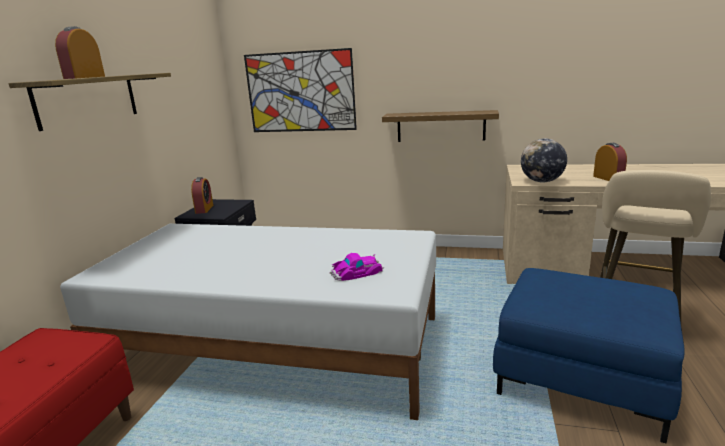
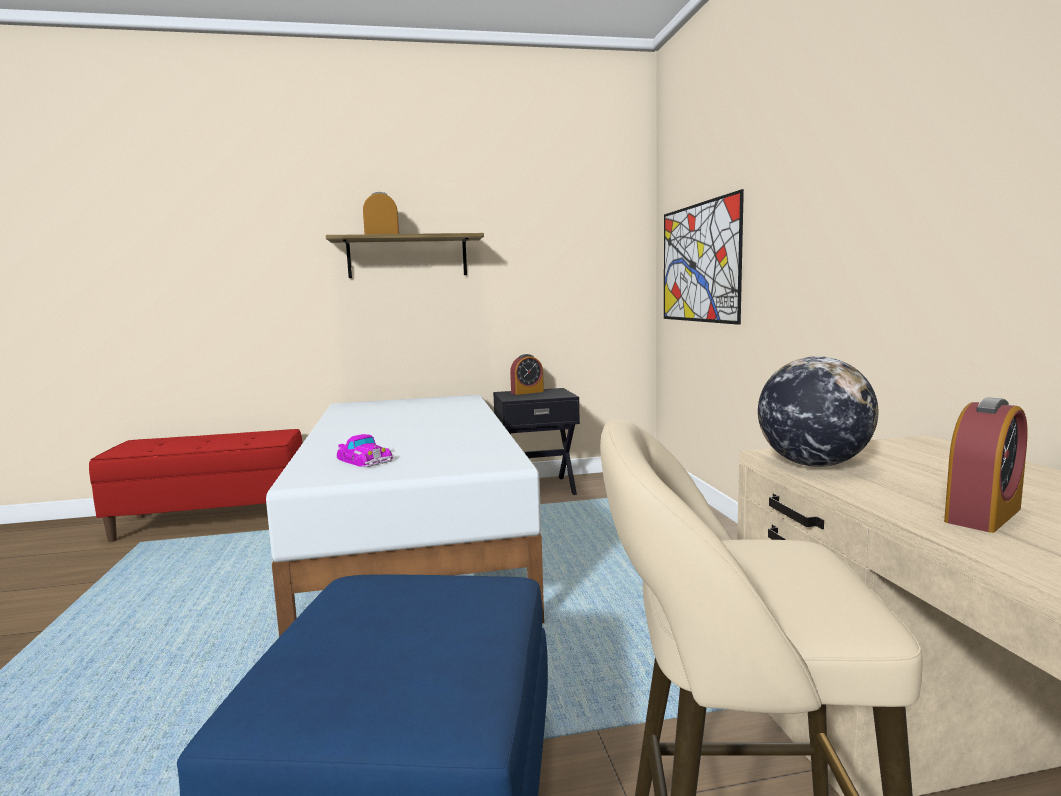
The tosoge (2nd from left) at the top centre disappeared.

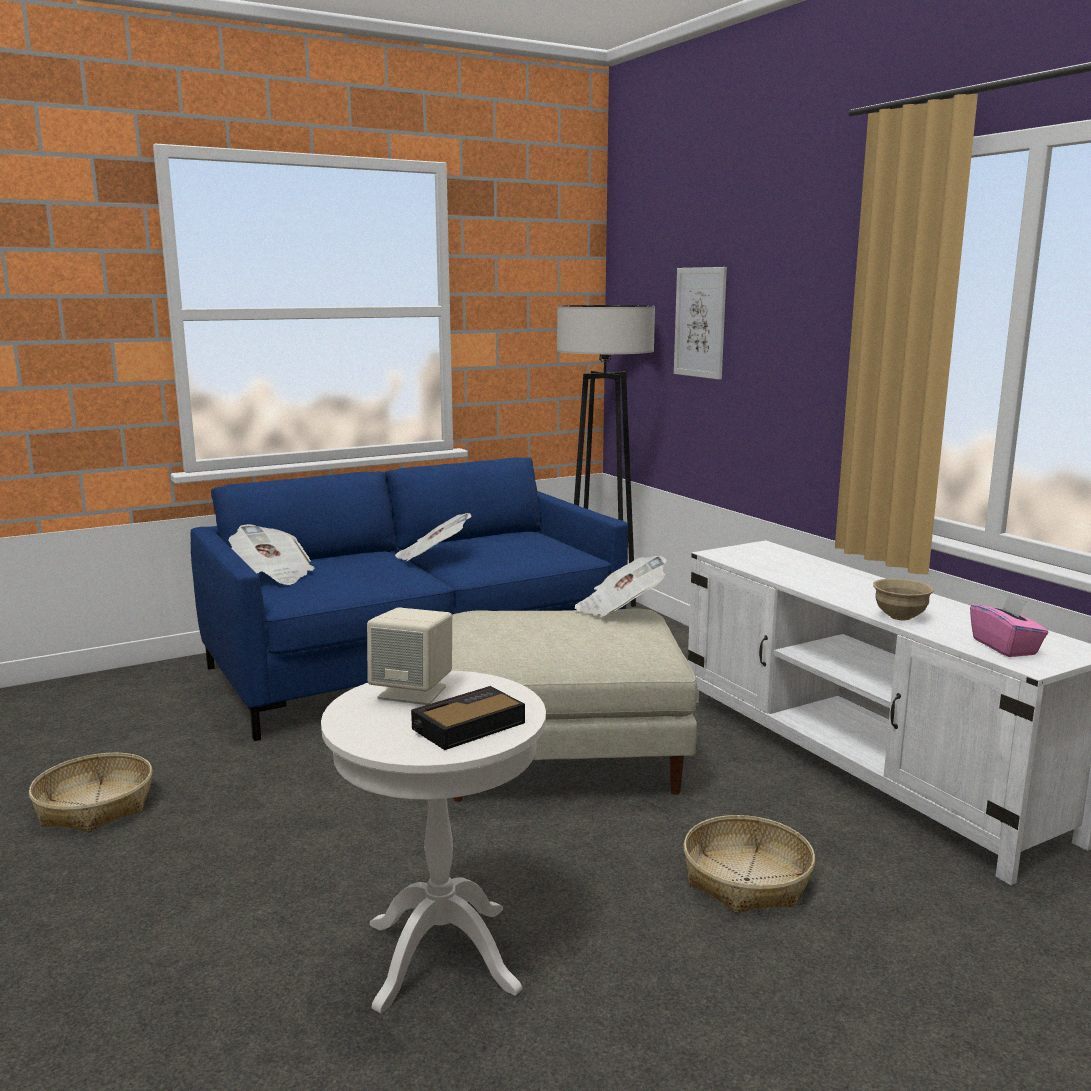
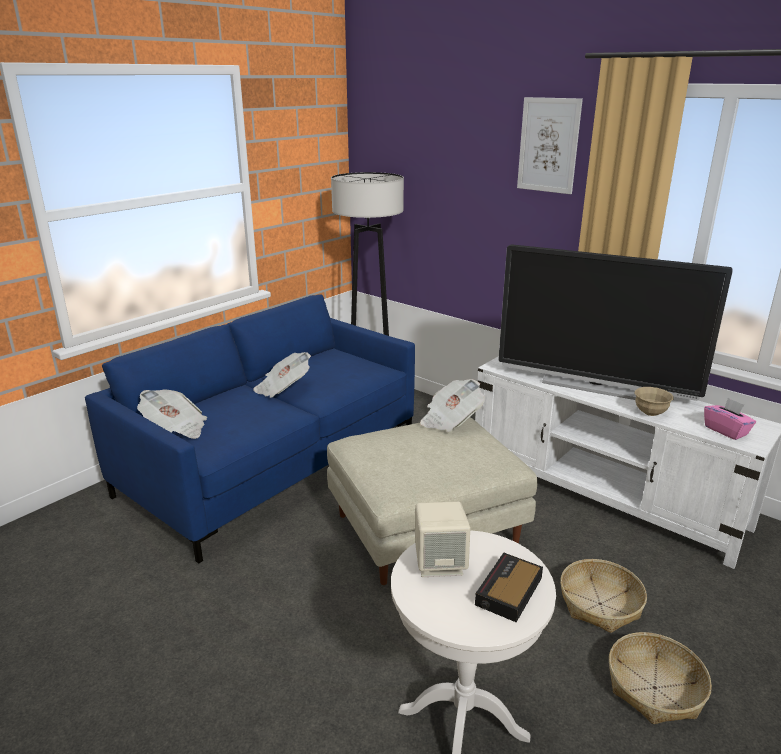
The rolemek (1st from left in the first image) moved from the bottom left to the bottom right. The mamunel moved from the top centre to the top right. The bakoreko at the middle right appeared.

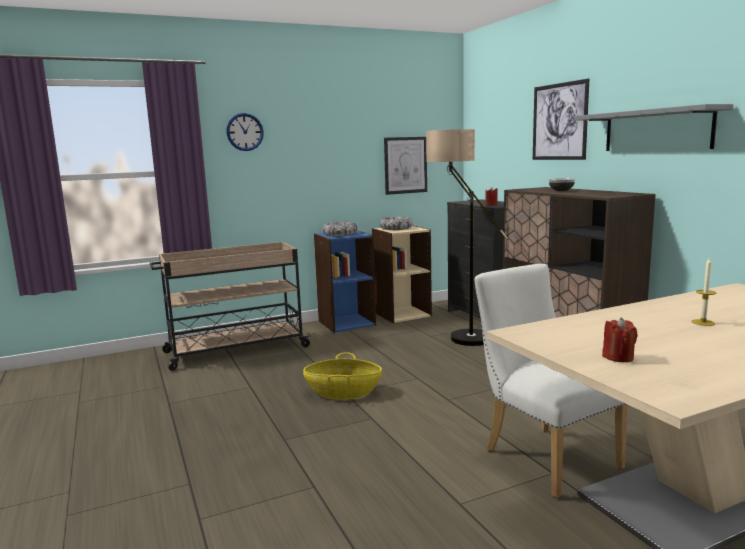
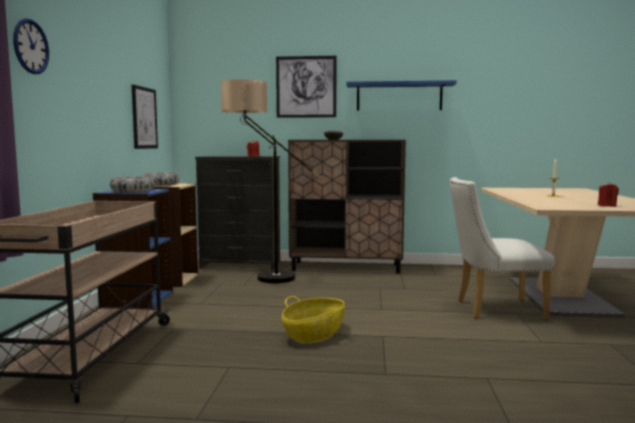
The grey tosoge at the top right became the blue tosoge at the top centre.

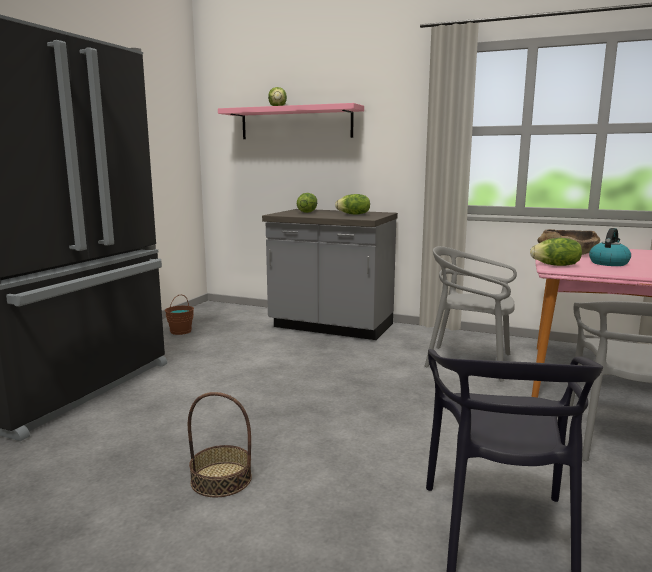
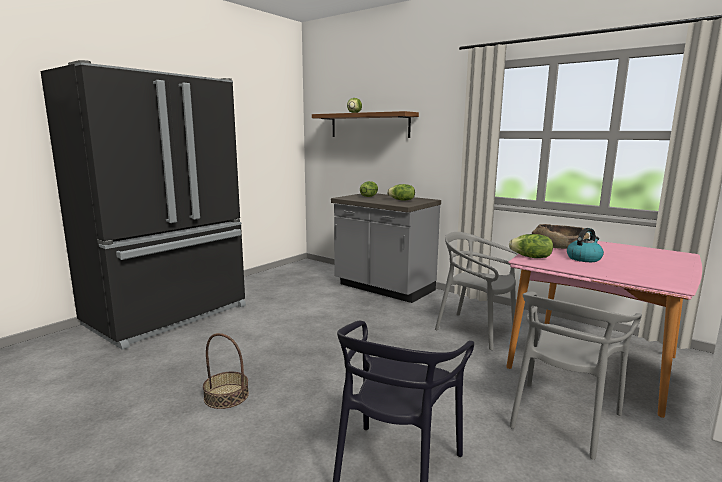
The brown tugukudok at the middle left disappeared. The pink tosoge at the top centre became the brown tosoge at the top centre.

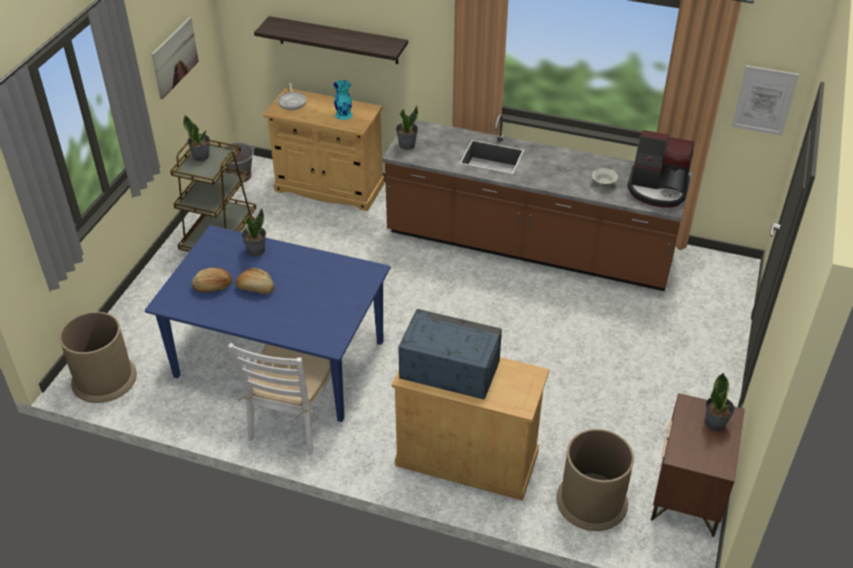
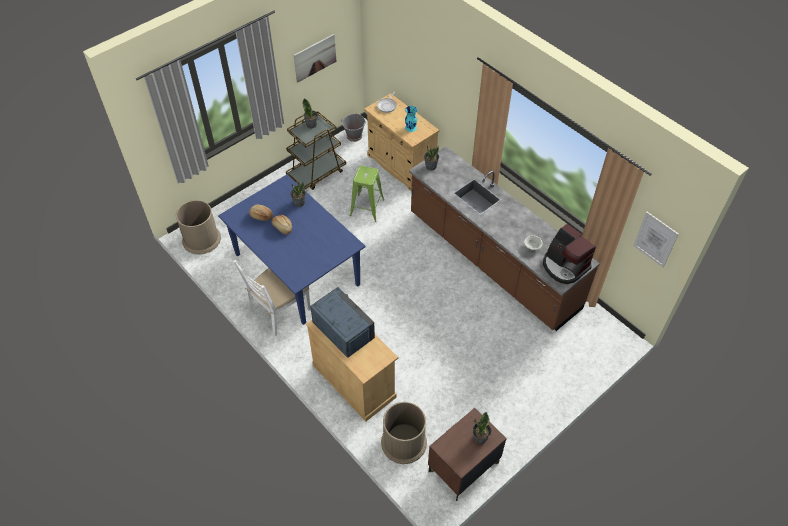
The tosoge at the top centre disappeared. The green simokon at the centre appeared.

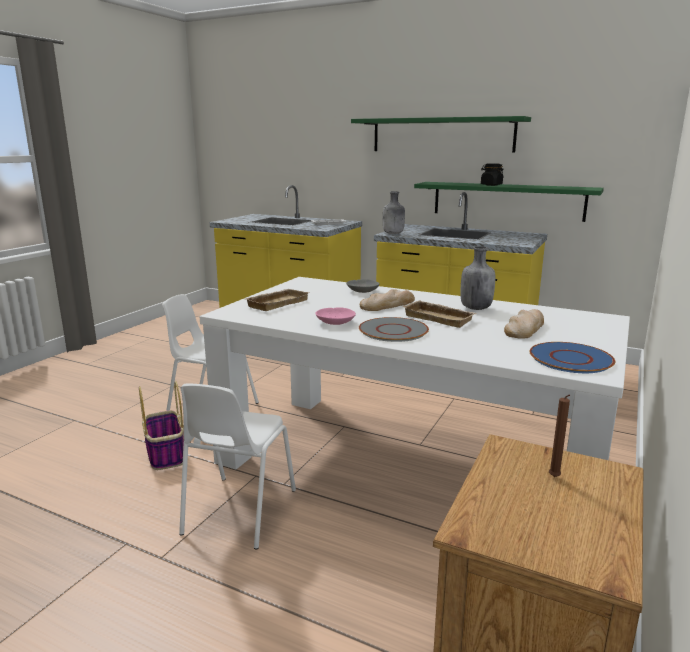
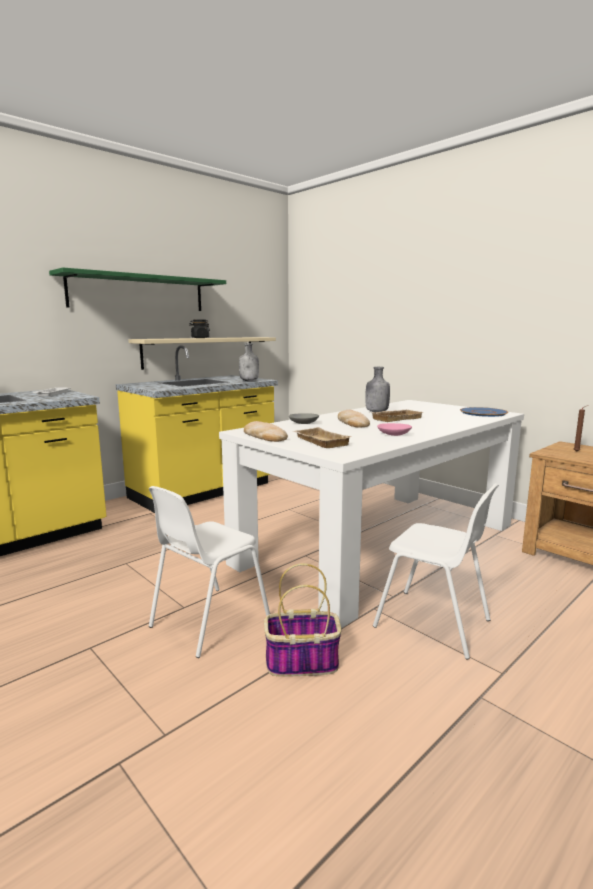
The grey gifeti at the centre disappeared. The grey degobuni (1st from left) moved from the top centre to the centre. The green tosoge (2nd from left) at the top right became the beige tosoge at the centre. The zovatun (2nd from left in the first image) moved from the middle right to the centre.

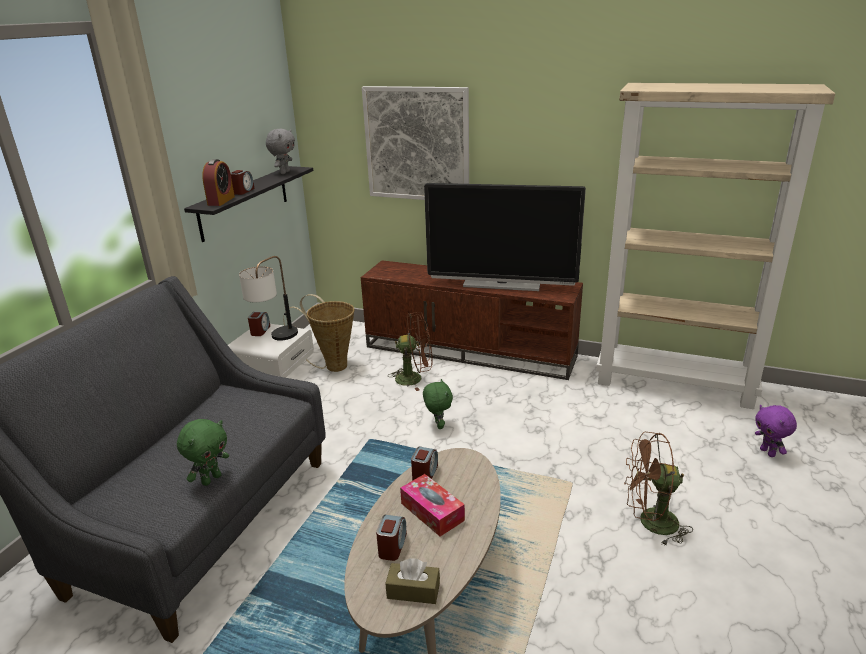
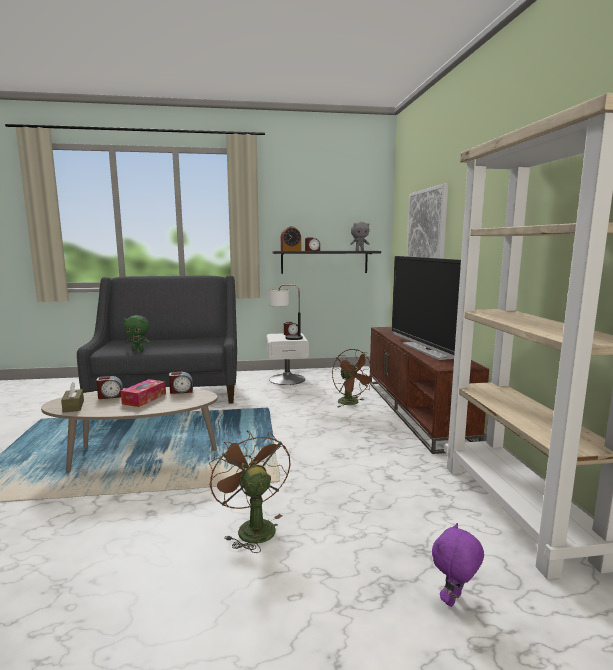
The rolemek at the centre disappeared. The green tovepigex (2nd from left) at the centre disappeared.

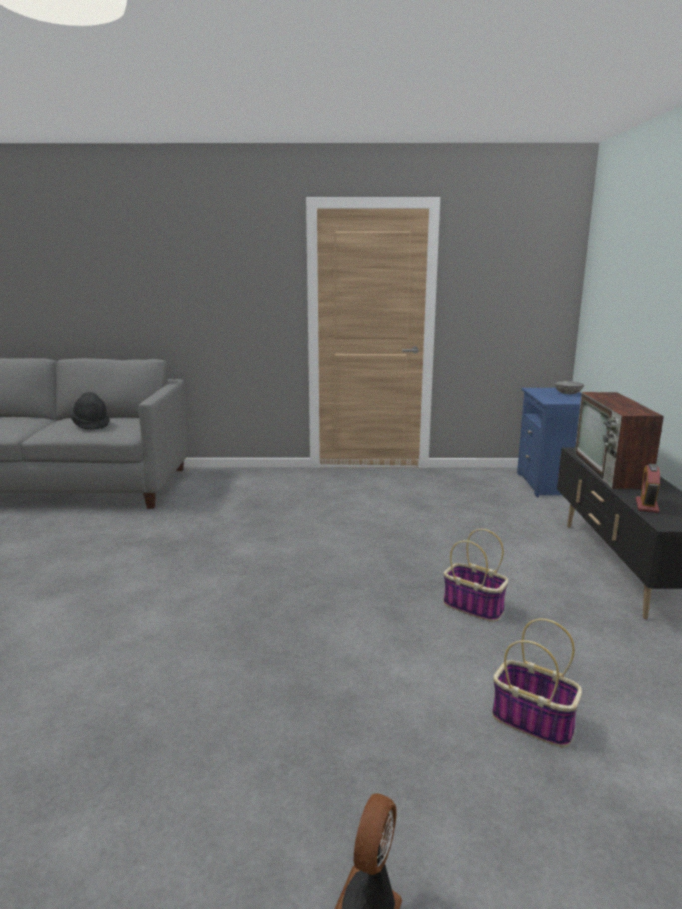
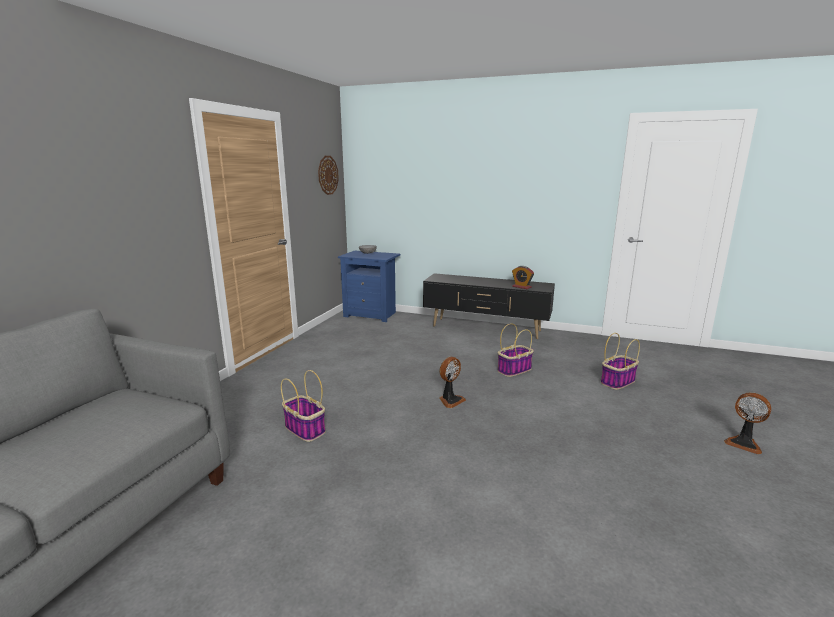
The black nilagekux at the middle left disappeared. The bakoreko at the middle right disappeared. The rolemek (1st from left) at the centre appeared. The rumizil at the top centre appeared. The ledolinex (1st from left) at the centre appeared.

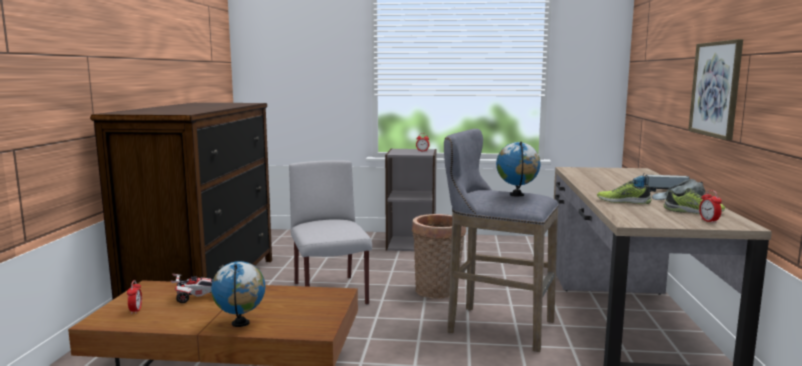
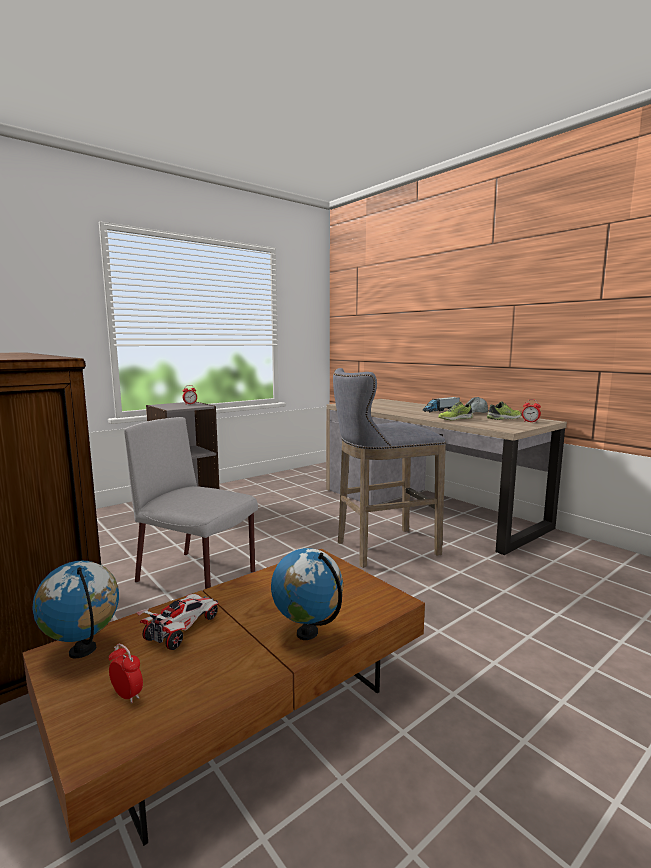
The rolemek at the bottom centre disappeared. The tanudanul (2nd from left in the first image) moved from the centre to the bottom left. The mamunel at the top right disappeared.

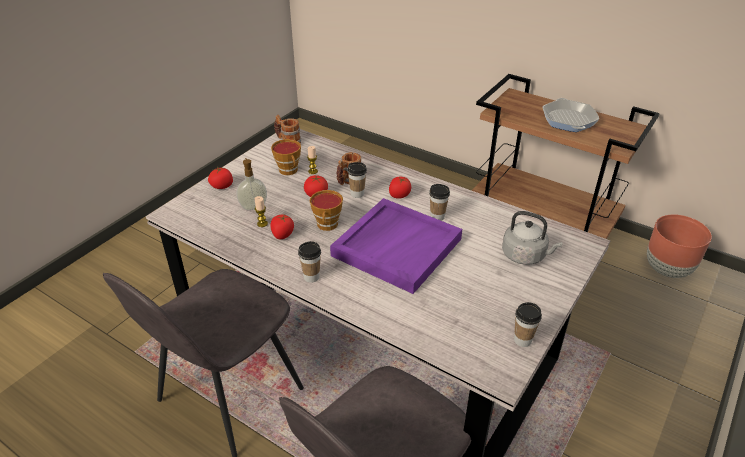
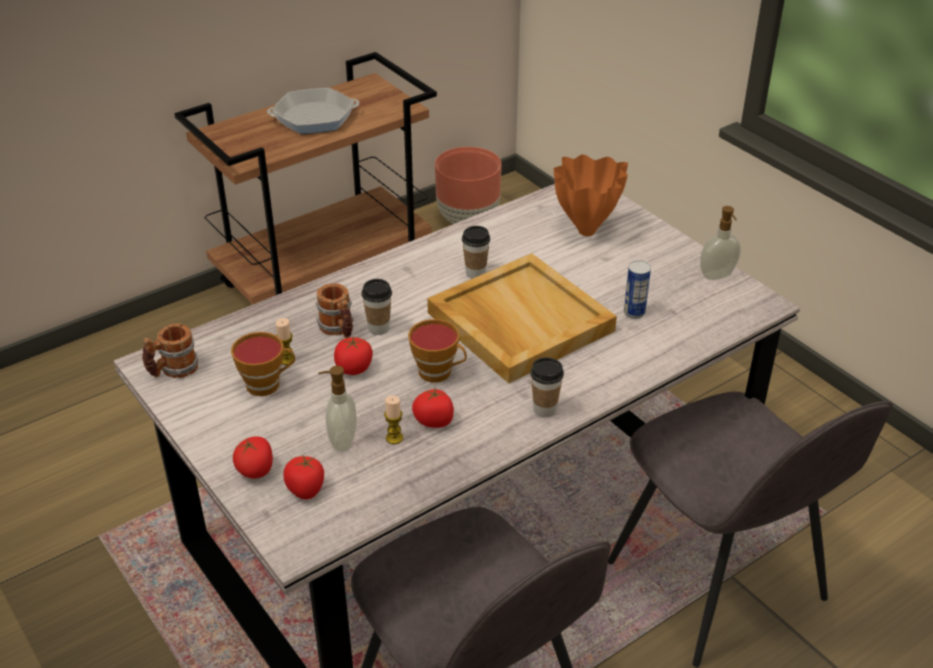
The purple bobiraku at the centre became the beige bobiraku at the centre. The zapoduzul (4th from left in the first image) moved from the centre to the bottom left. The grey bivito at the middle right was replaced by the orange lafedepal at the top centre. The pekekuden (6th from left) at the bottom right was replaced by the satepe (2nd from left) at the middle right. The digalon at the top right turned 150 degrees clockwise. The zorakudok at the middle right appeared.

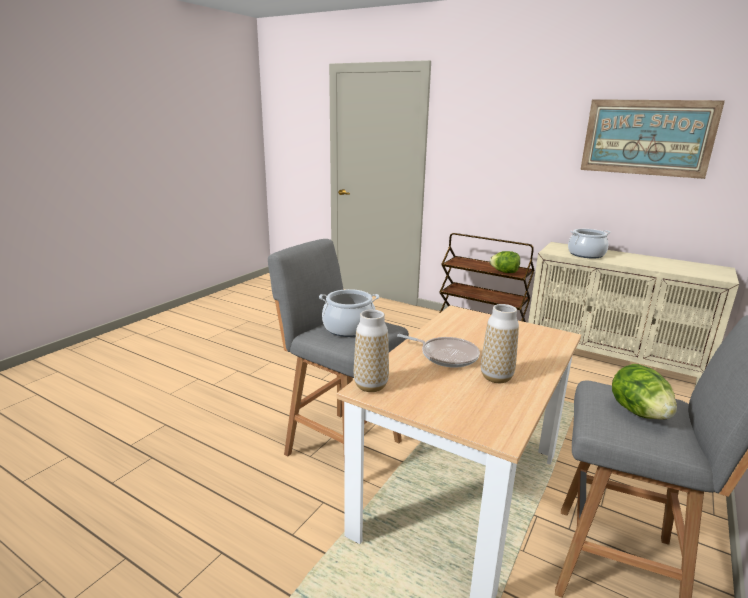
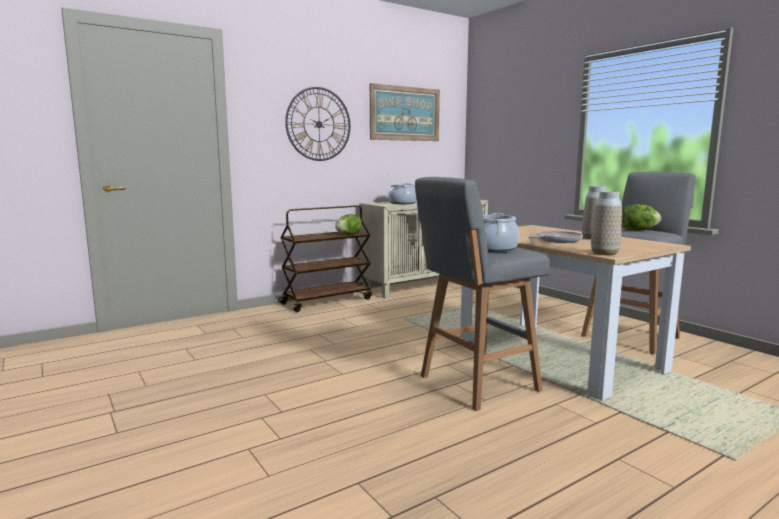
The rumizil at the top centre appeared.

